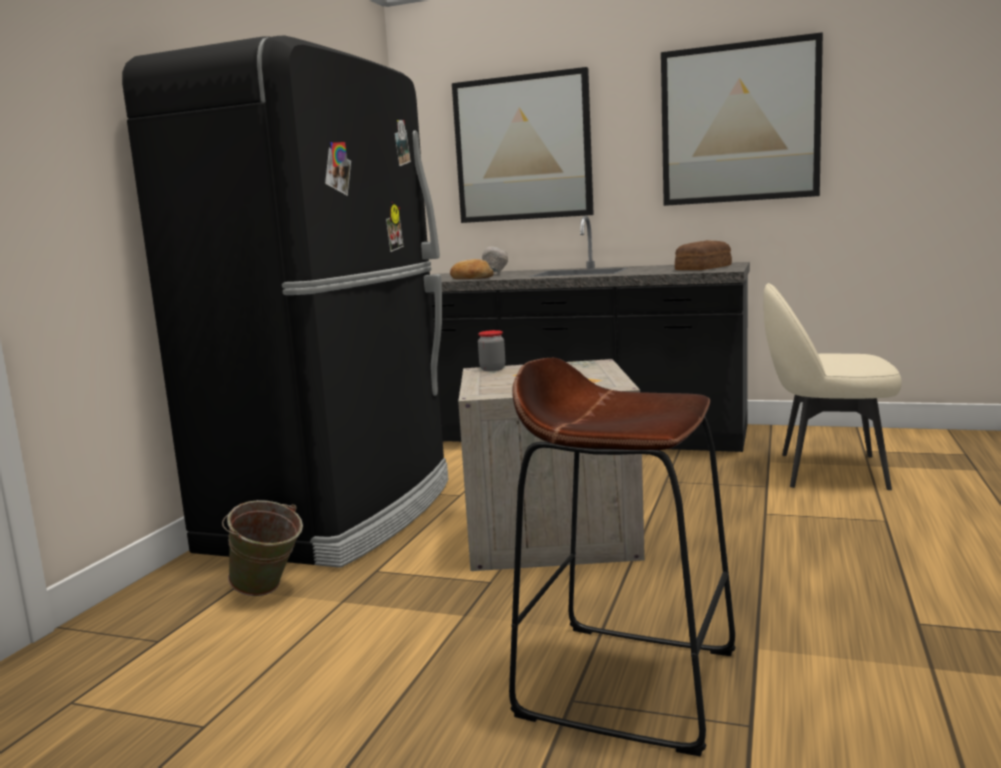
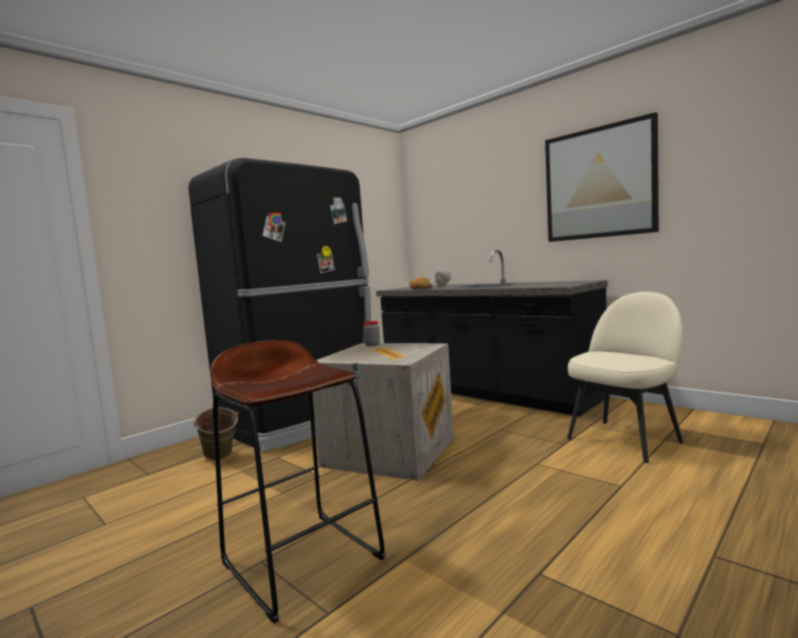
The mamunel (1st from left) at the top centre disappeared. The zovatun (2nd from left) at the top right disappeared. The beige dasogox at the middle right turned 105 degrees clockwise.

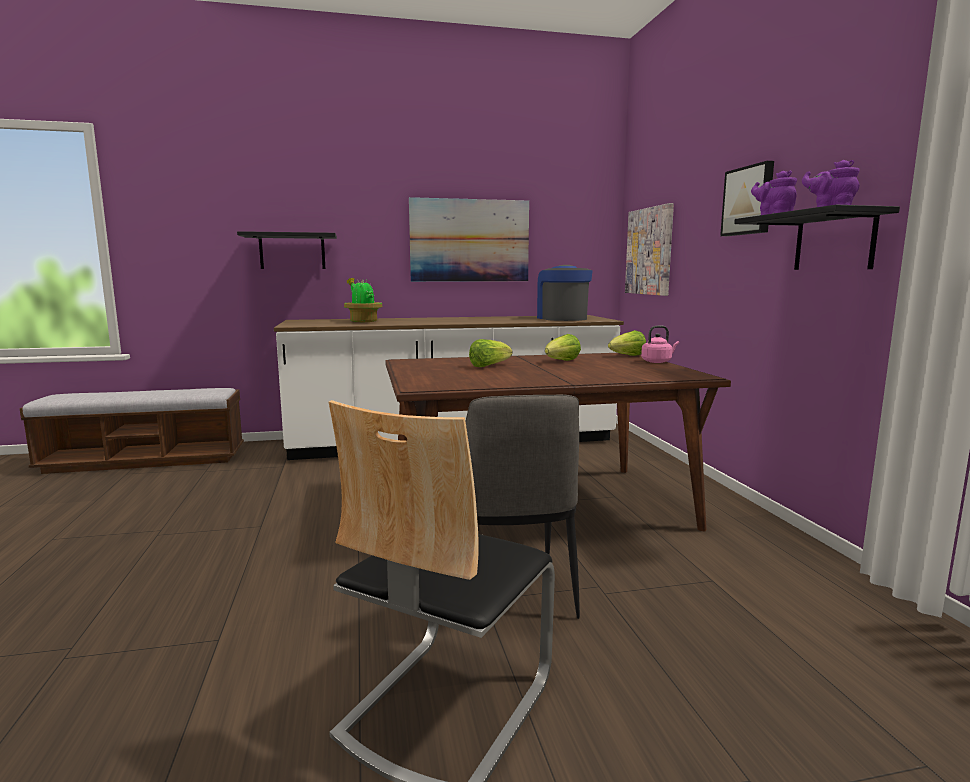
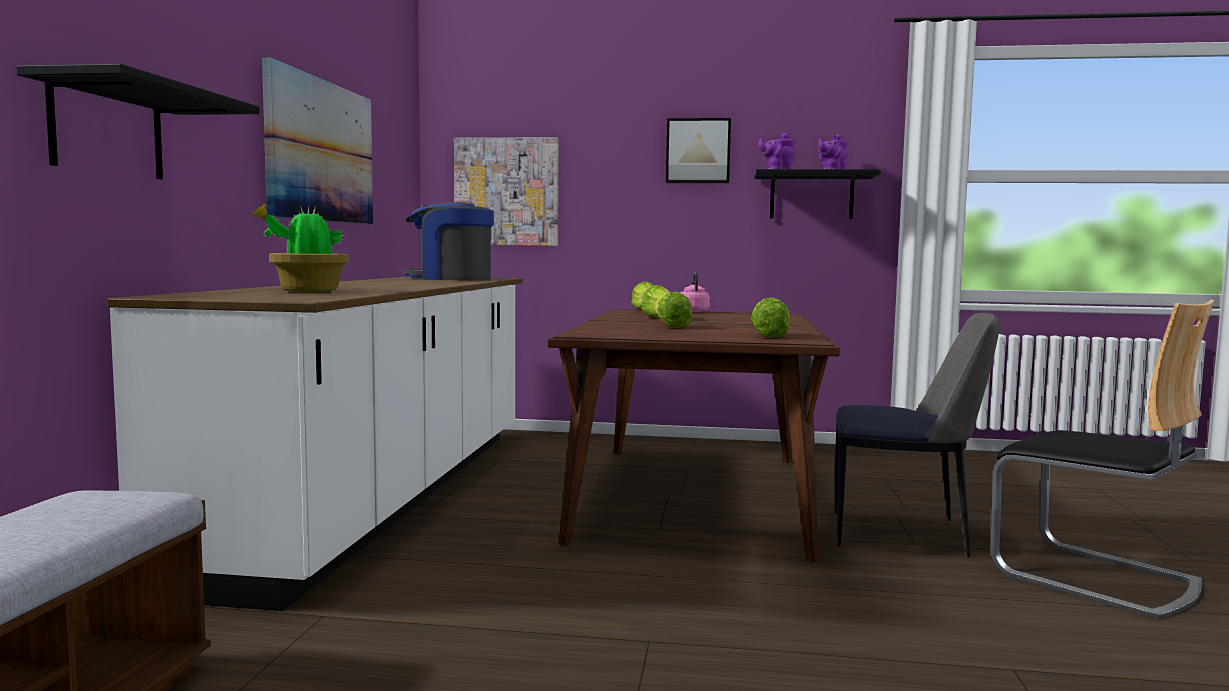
The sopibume (4th from left) at the centre appeared.

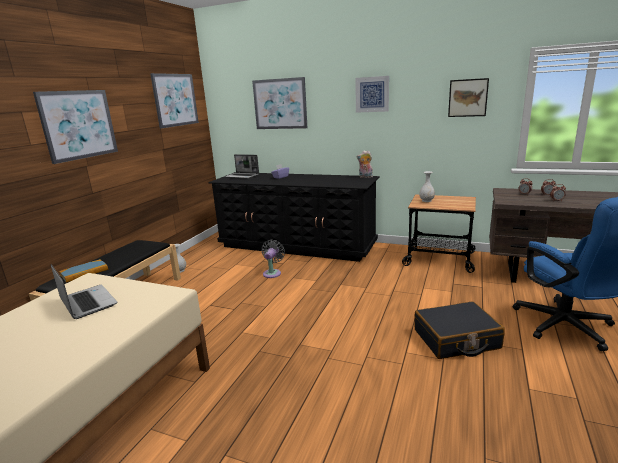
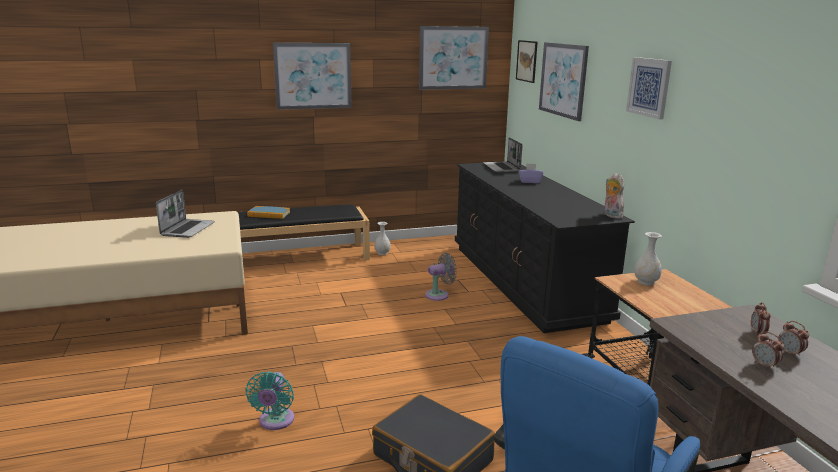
The mamunel (5th from left in the first image) moved from the top right to the top centre. The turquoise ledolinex at the bottom left appeared.

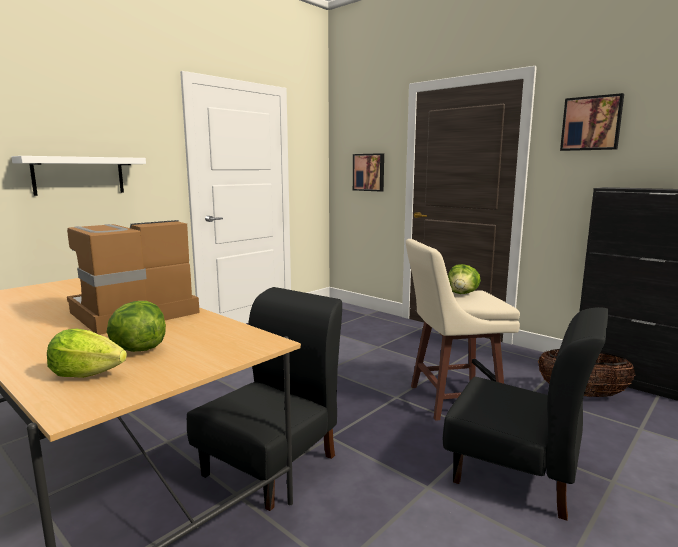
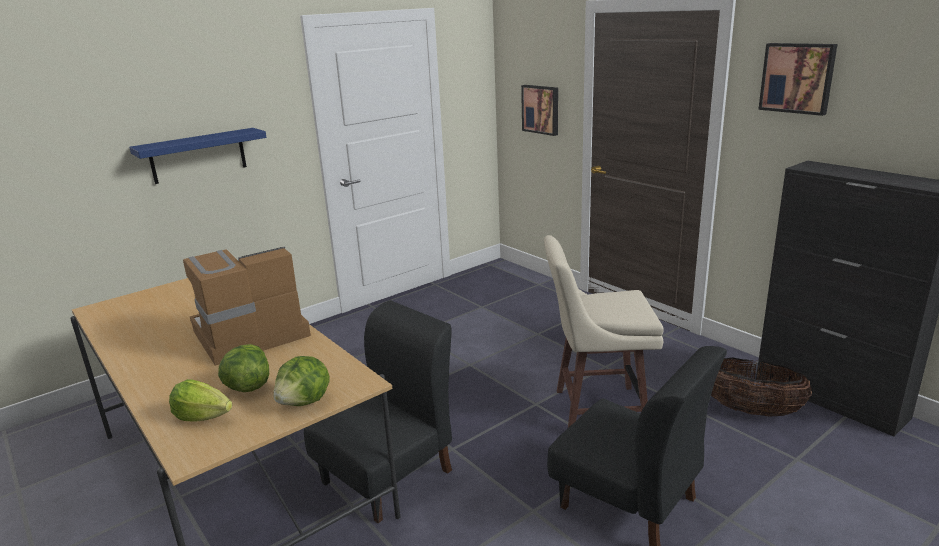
The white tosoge at the top left became the blue tosoge at the top left. The sopibume (3rd from left) moved from the middle right to the bottom left.

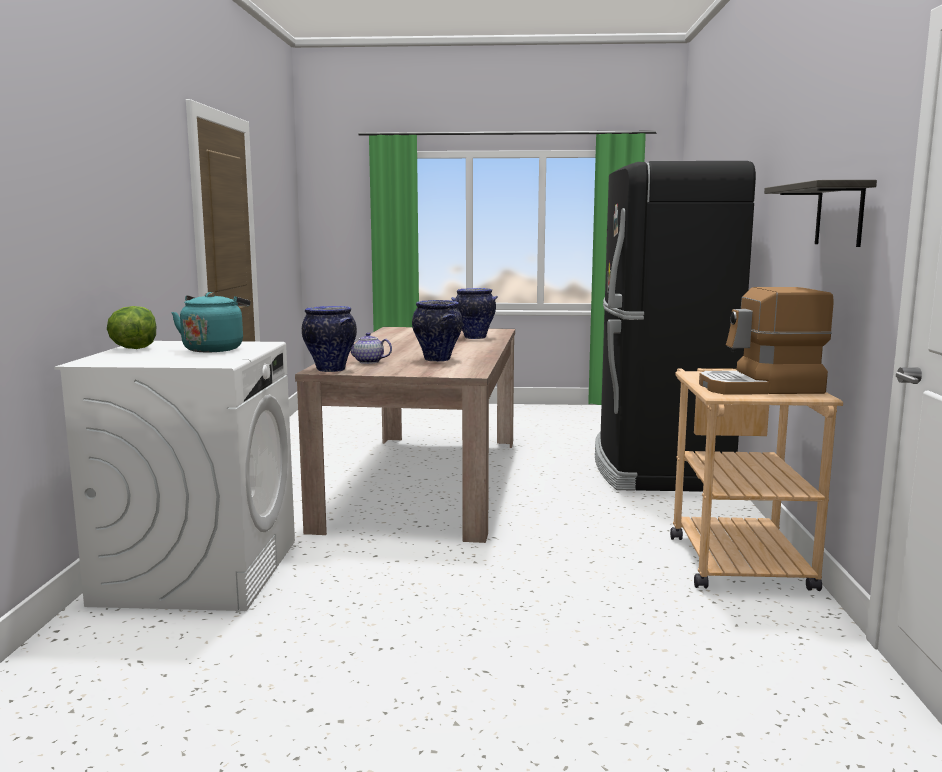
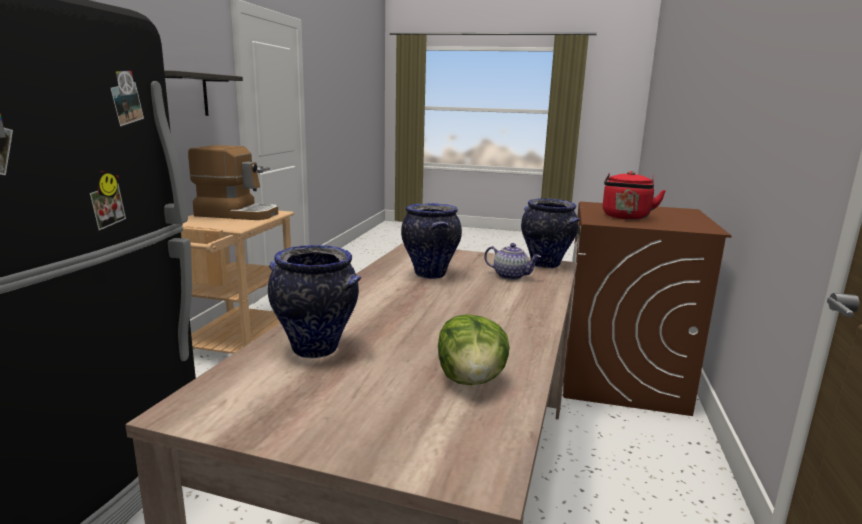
The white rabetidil at the middle left became the brown rabetidil at the middle right. The sopibume moved from the middle left to the centre. The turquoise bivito at the middle left became the red bivito at the middle right.

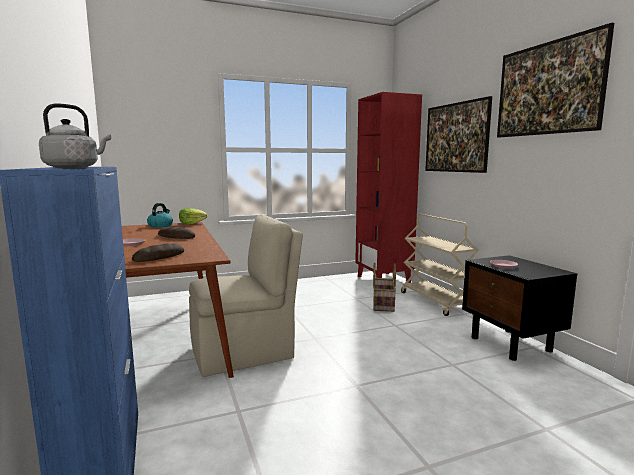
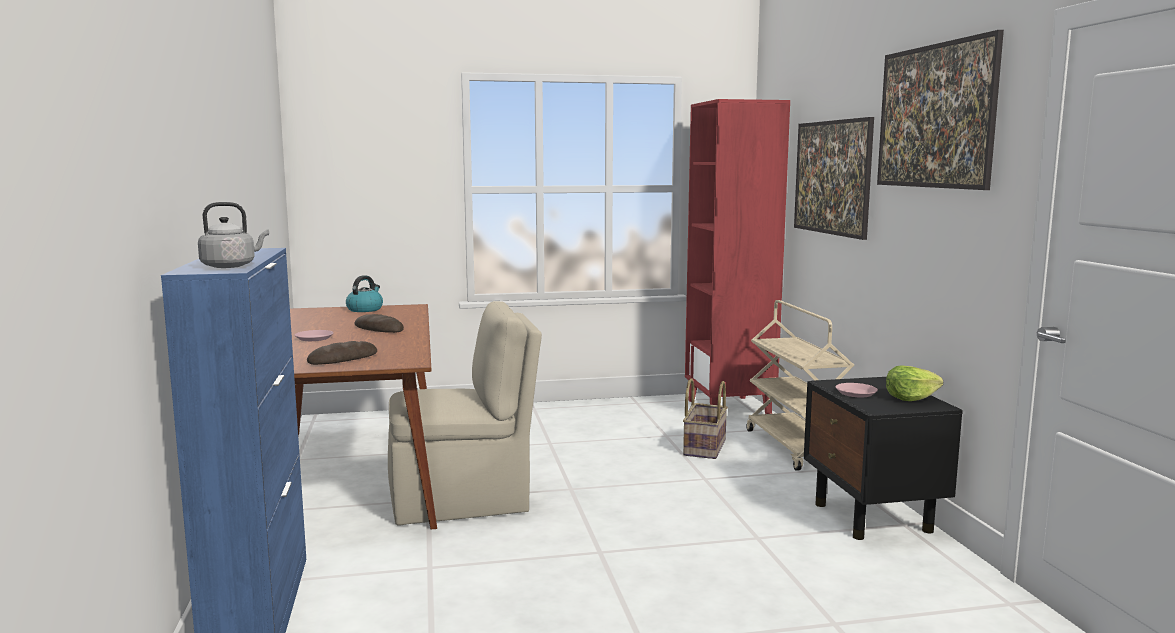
The sopibume moved from the middle left to the middle right.

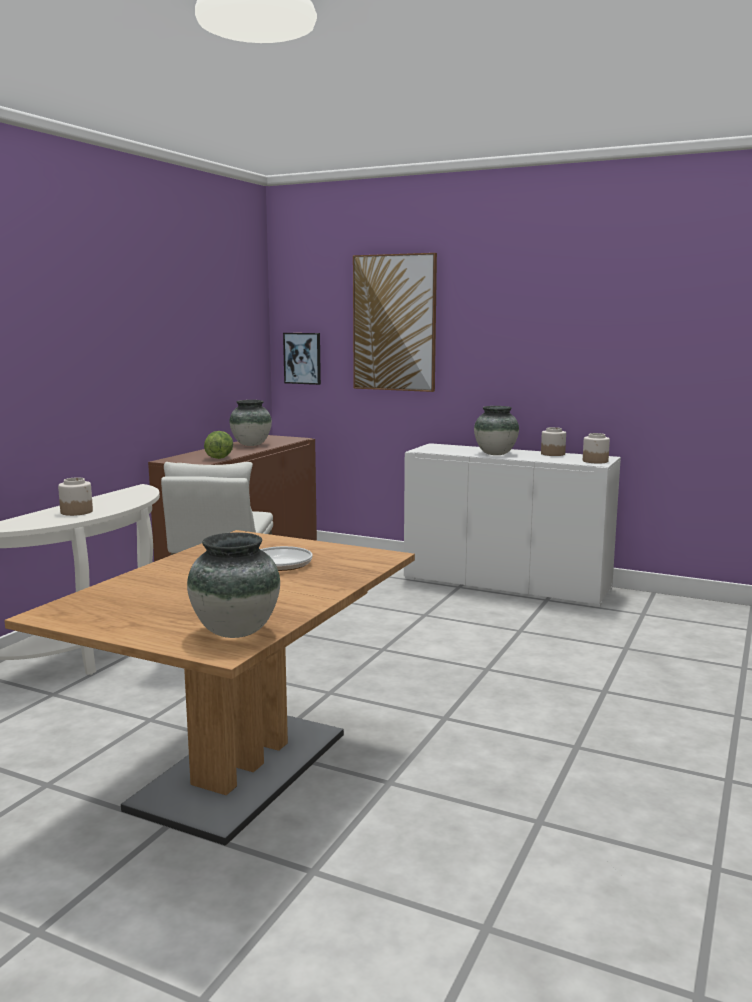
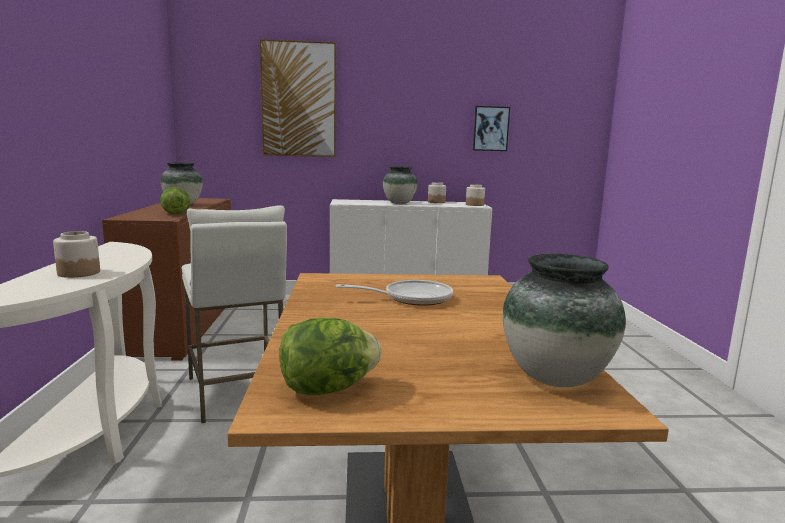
The mamunel (1st from left in the first image) moved from the centre to the top centre. The sopibume (2nd from left) at the bottom centre appeared.

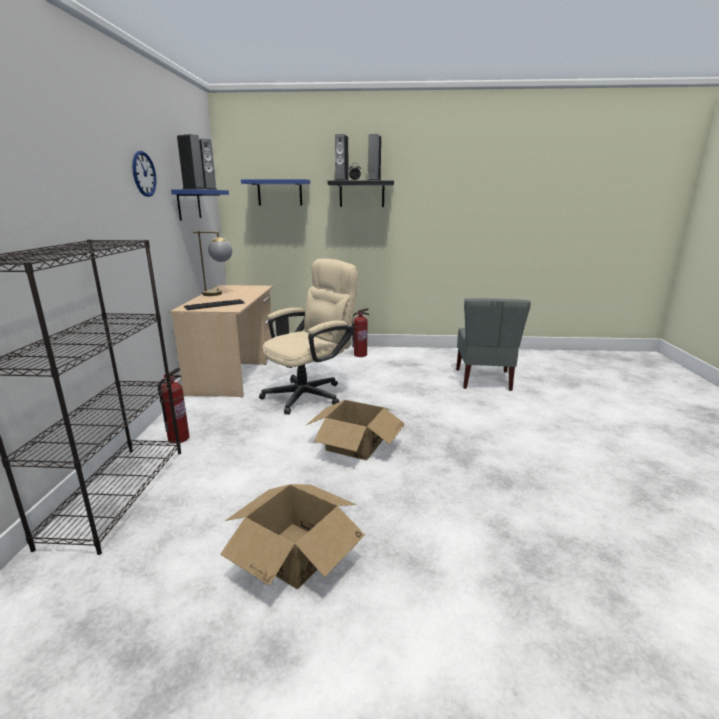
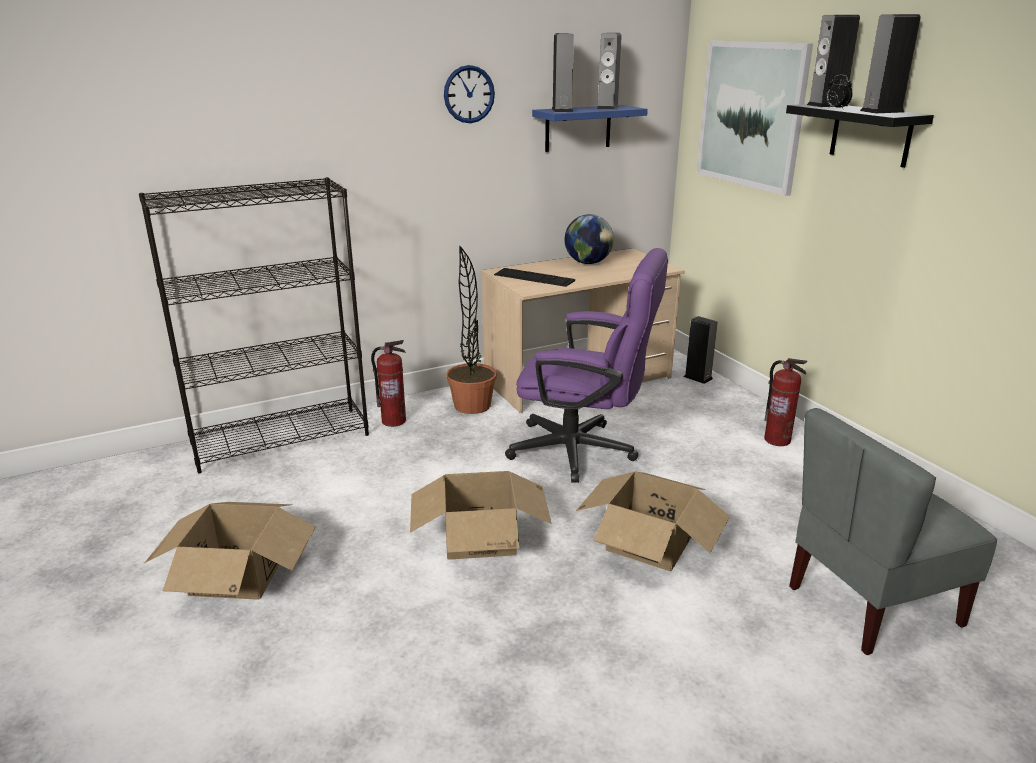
The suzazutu at the middle left was replaced by the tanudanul at the top centre. The blue tosoge (2nd from left) at the top centre was replaced by the mamunel at the top right. The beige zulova at the centre became the purple zulova at the centre. The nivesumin at the centre appeared. The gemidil (3rd from left) at the bottom centre appeared.

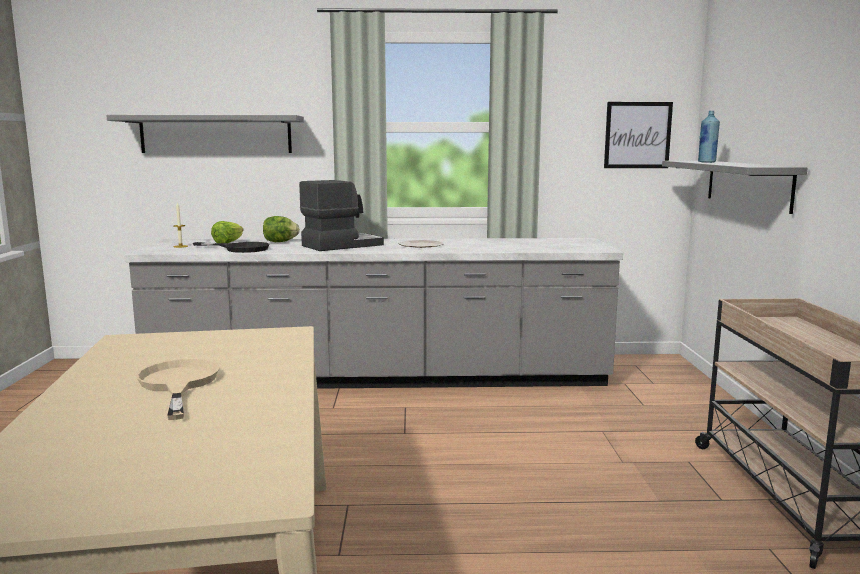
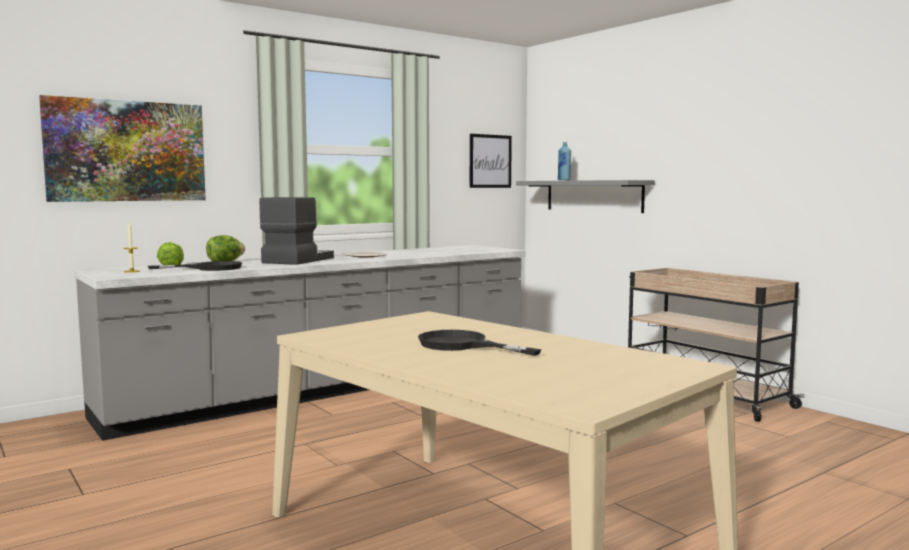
The grey tosoge (1st from left) at the top left was replaced by the mamunel (1st from left) at the top left. The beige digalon at the bottom left became the black digalon (2nd from left) at the centre.

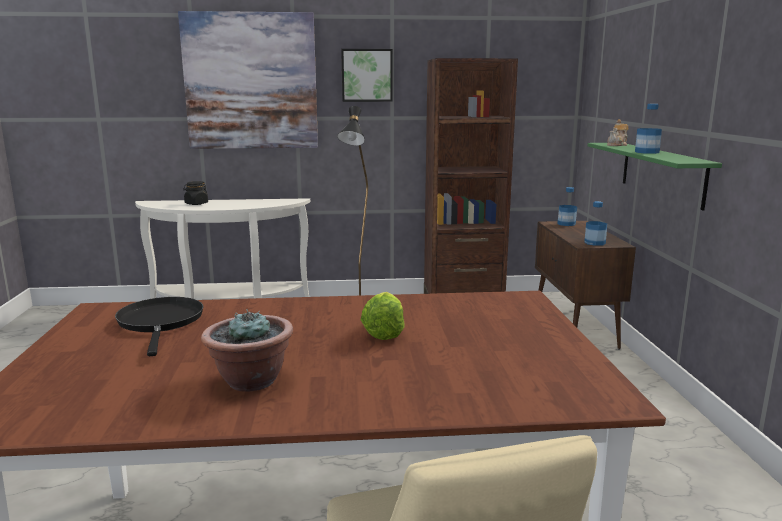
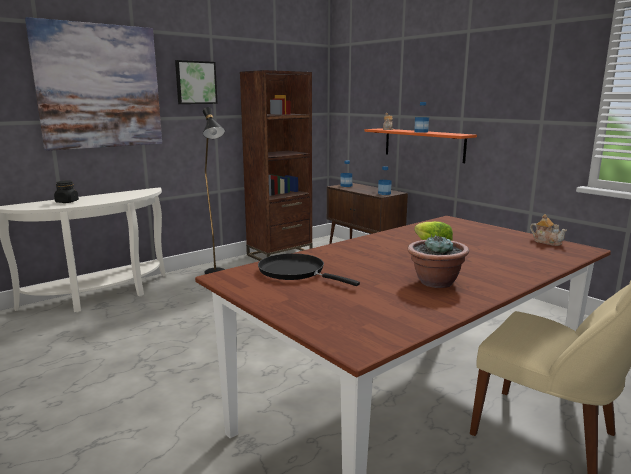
The green tosoge at the middle right became the orange tosoge at the top right. The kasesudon (2nd from left) at the middle right appeared.

